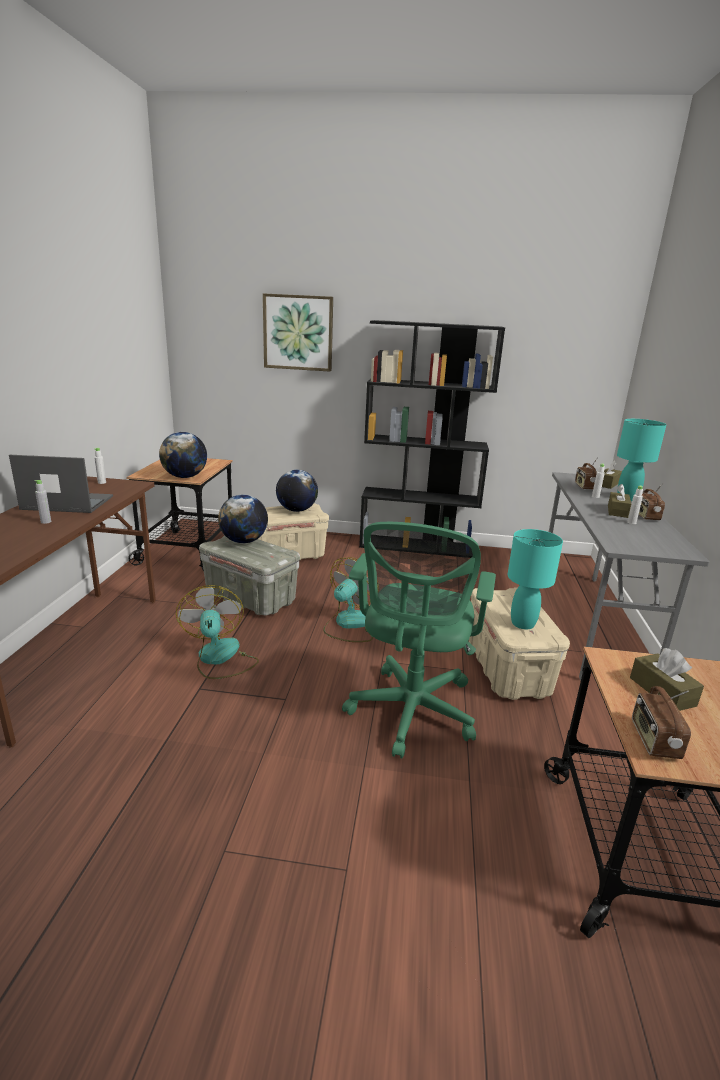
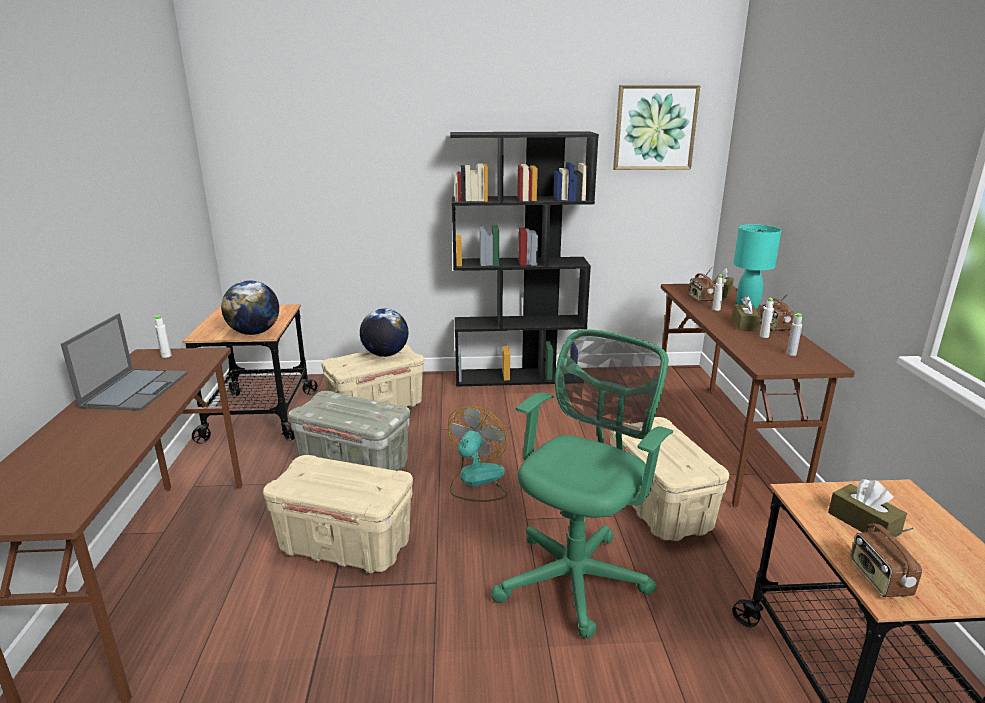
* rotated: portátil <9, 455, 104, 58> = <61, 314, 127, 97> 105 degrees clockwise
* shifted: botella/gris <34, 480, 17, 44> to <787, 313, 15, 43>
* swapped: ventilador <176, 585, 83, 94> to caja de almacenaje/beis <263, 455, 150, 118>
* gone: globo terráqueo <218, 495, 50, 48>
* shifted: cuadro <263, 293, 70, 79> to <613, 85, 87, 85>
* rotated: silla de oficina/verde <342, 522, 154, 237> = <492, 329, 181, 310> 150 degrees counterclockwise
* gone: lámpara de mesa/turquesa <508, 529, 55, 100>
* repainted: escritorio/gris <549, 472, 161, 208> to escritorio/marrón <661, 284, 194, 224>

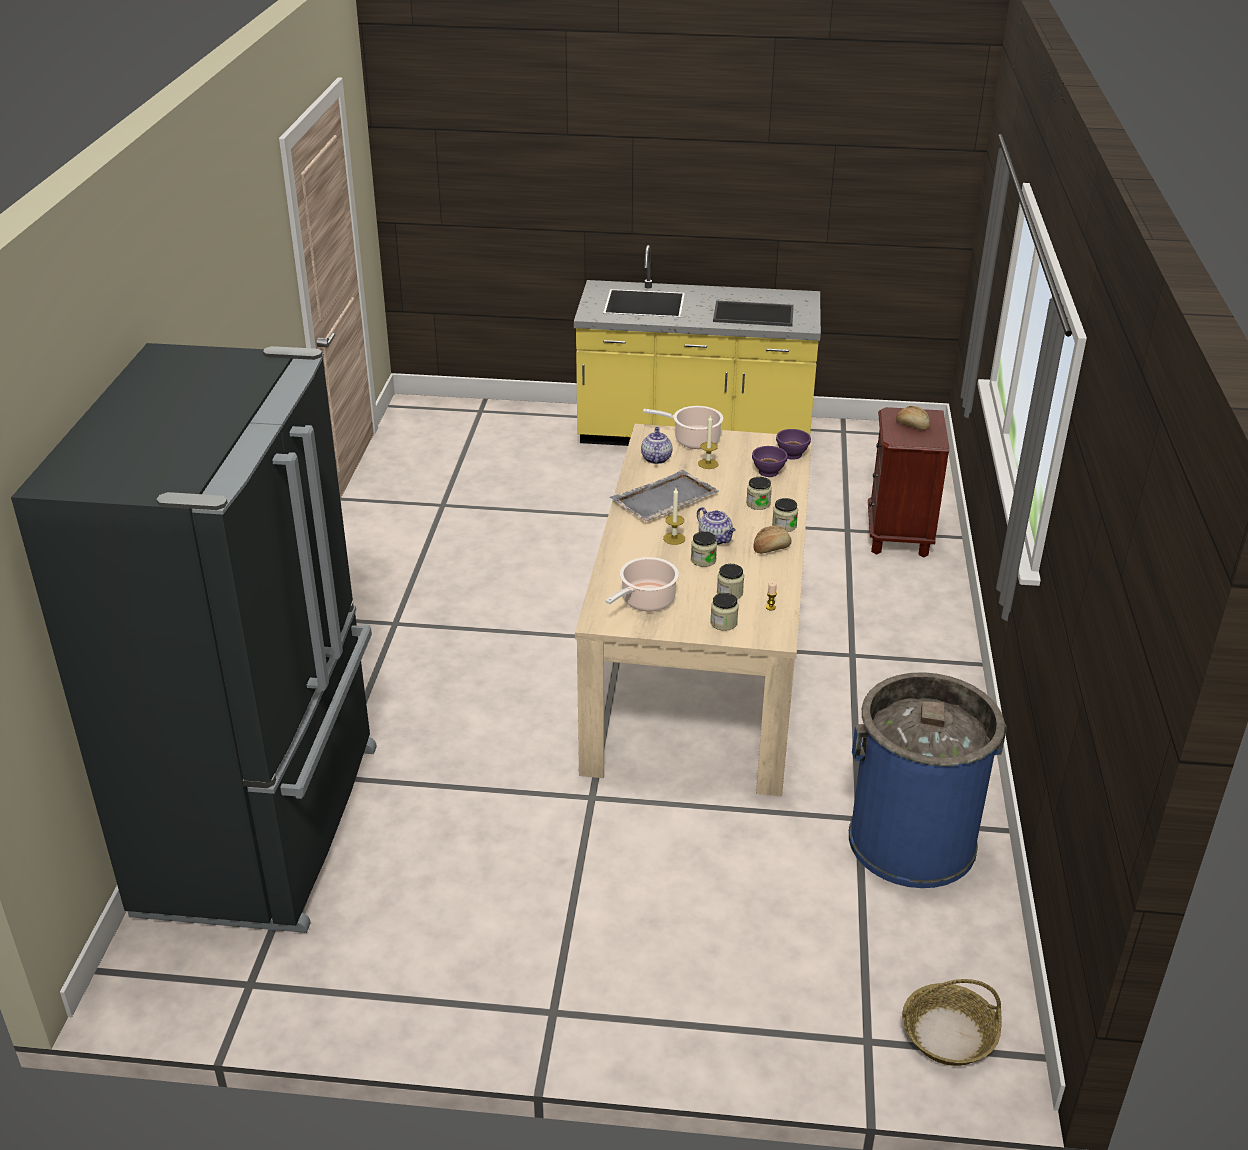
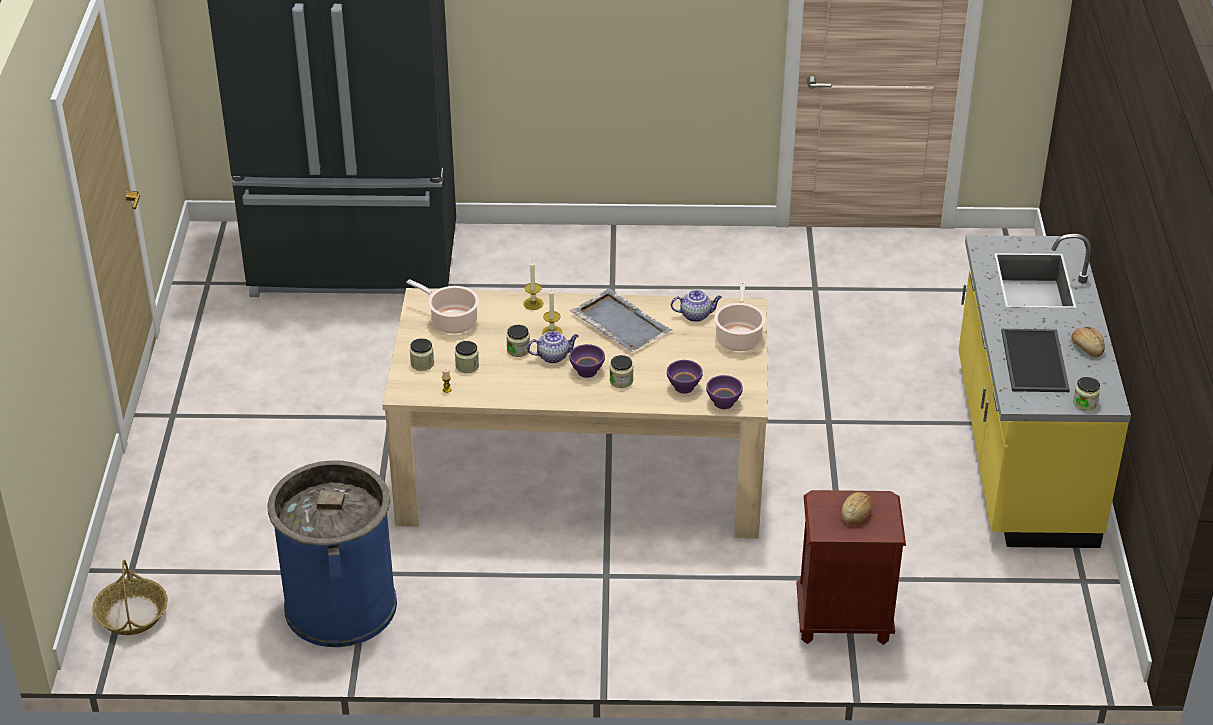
* rotated: tetera <697, 507, 39, 38> = <527, 331, 52, 32> 150 degrees counterclockwise
* shifted: vela <698, 415, 20, 54> to <523, 261, 20, 49>
* shifted: pan <753, 526, 38, 28> to <1071, 327, 34, 30>
* shifted: tarro <772, 498, 26, 34> to <1073, 377, 27, 34>
* new: cuenco/morado <569, 344, 36, 34>

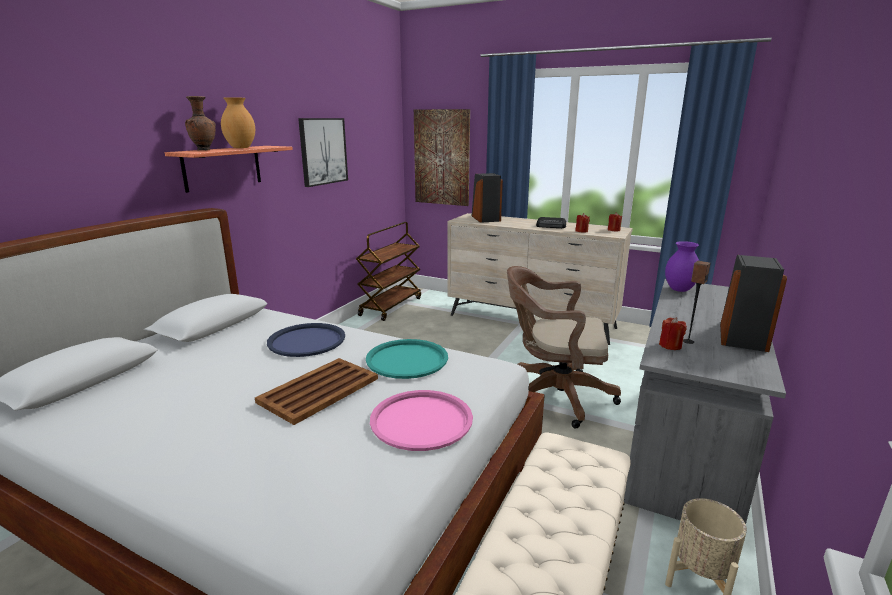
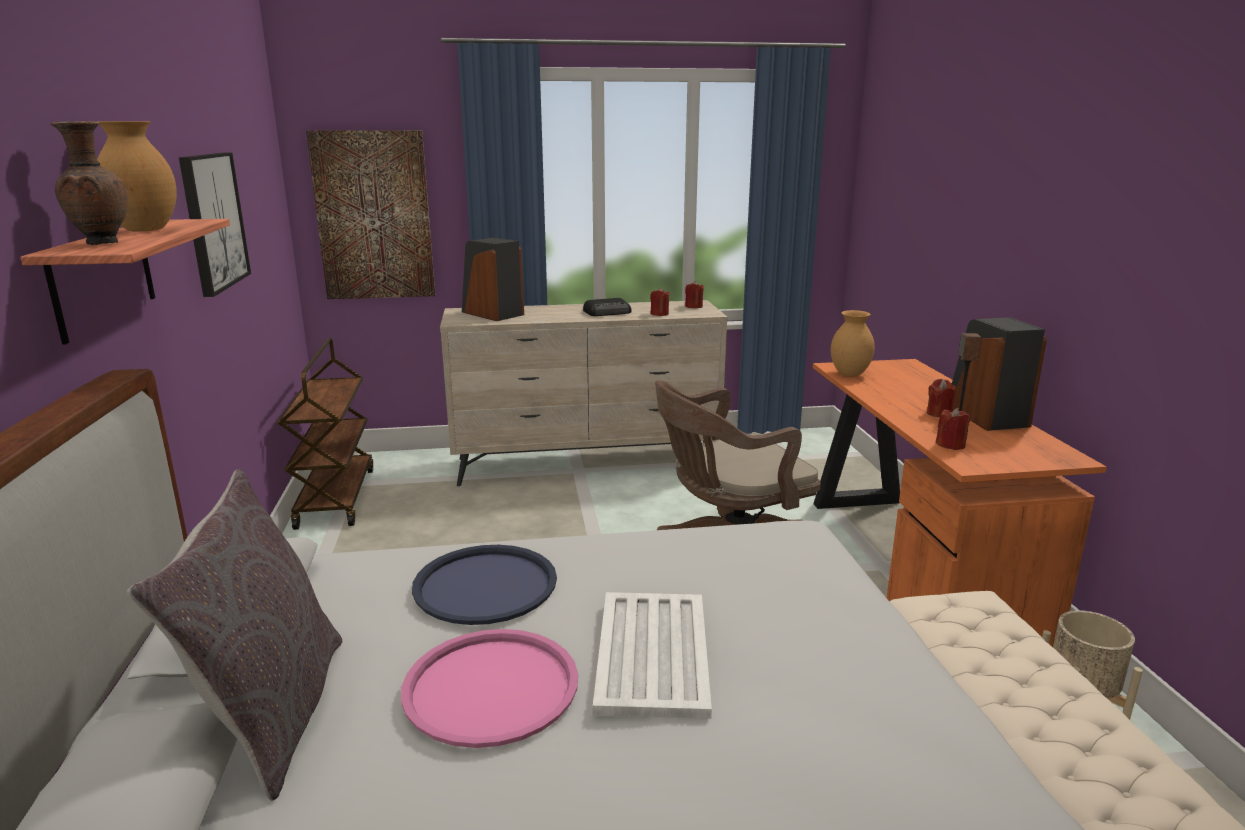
* repainted: bandeja/marrón <255, 358, 123, 67> to bandeja/blanco <593, 592, 119, 127>
* gone: bandeja/turquesa <366, 339, 82, 40>
* shifted: bandeja/rosa <370, 390, 103, 61> to <401, 629, 177, 119>
* repainted: escritorio/gris <624, 279, 162, 245> to escritorio/naranja <813, 359, 294, 288>
* repainted: florero/morado <665, 241, 34, 51> to florero/marrón <831, 310, 44, 67>
* new: cojín/gris <127, 469, 215, 332>
* new: vela/rojo <927, 379, 29, 38>

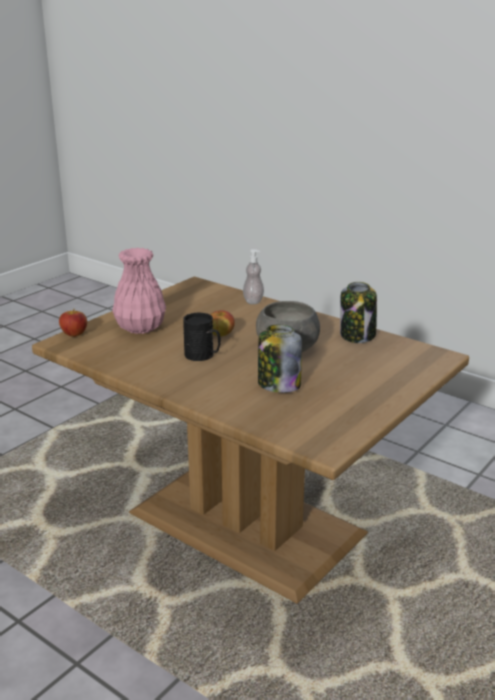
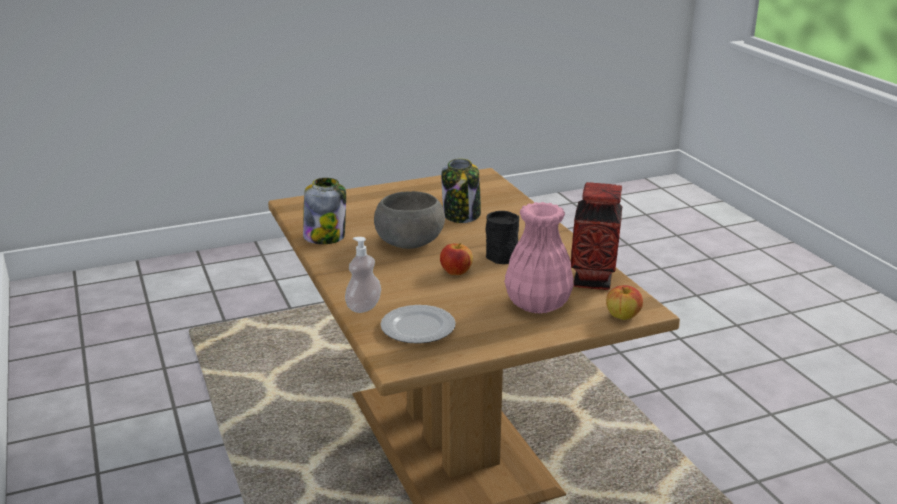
* new: plato <380, 305, 76, 39>
* new: florero <571, 182, 51, 108>

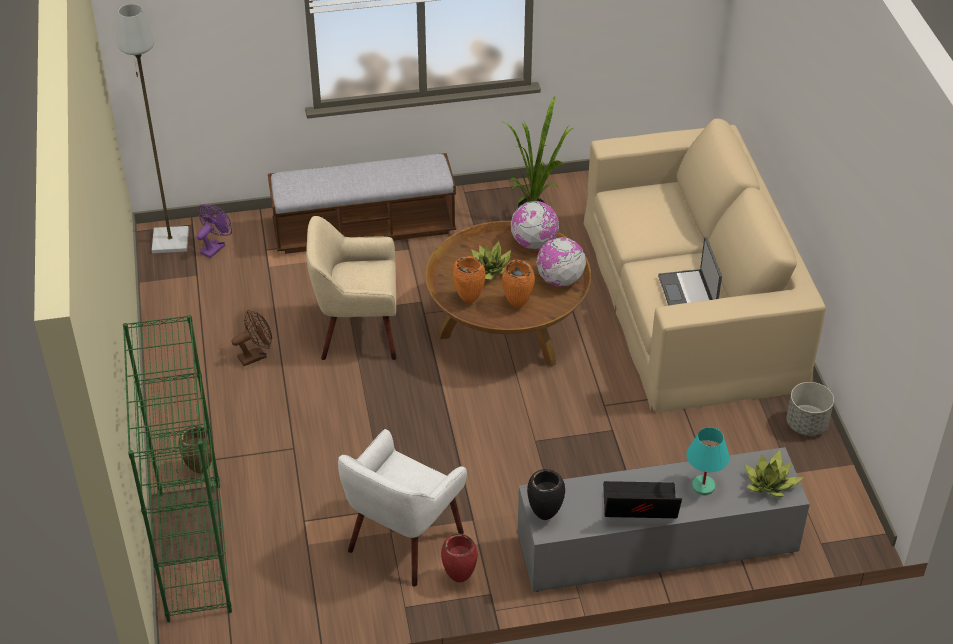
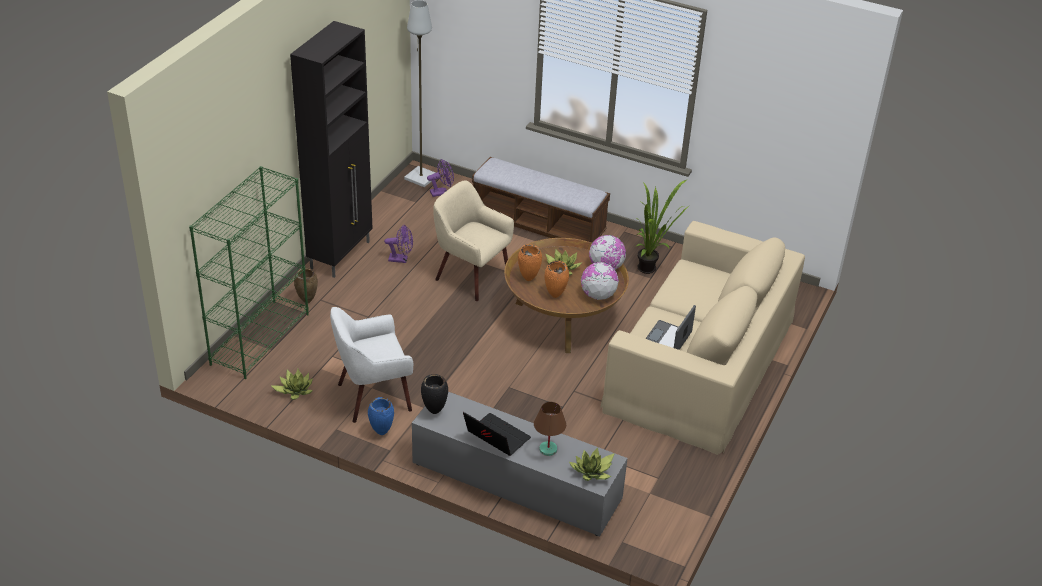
* repainted: ventilador/marrón <231, 310, 41, 56> to ventilador/morado <384, 225, 29, 38>
* repainted: florero/rojo <441, 534, 36, 49> to florero/azul <368, 397, 26, 38>
* repainted: lámpara de mesa/turquesa <686, 427, 44, 68> to lámpara de mesa/marrón <534, 402, 32, 54>
* gone: maceta/gris <786, 382, 48, 54>
* new: planta en maceta <270, 369, 43, 31>
* new: armario/negro <290, 21, 83, 257>

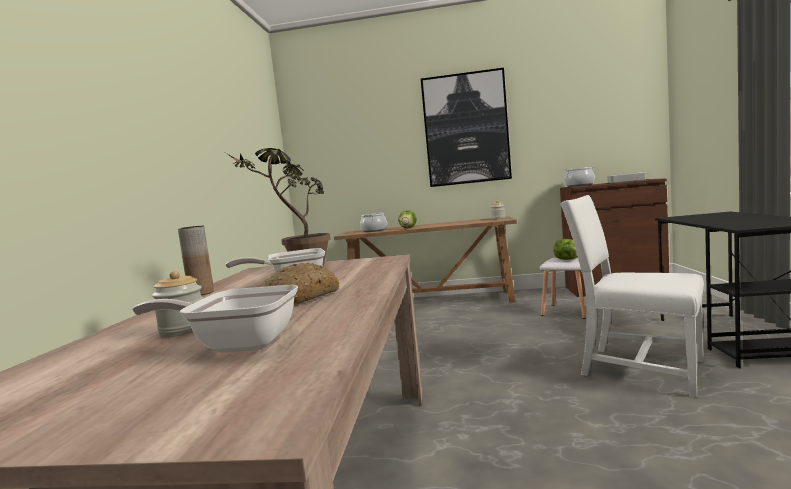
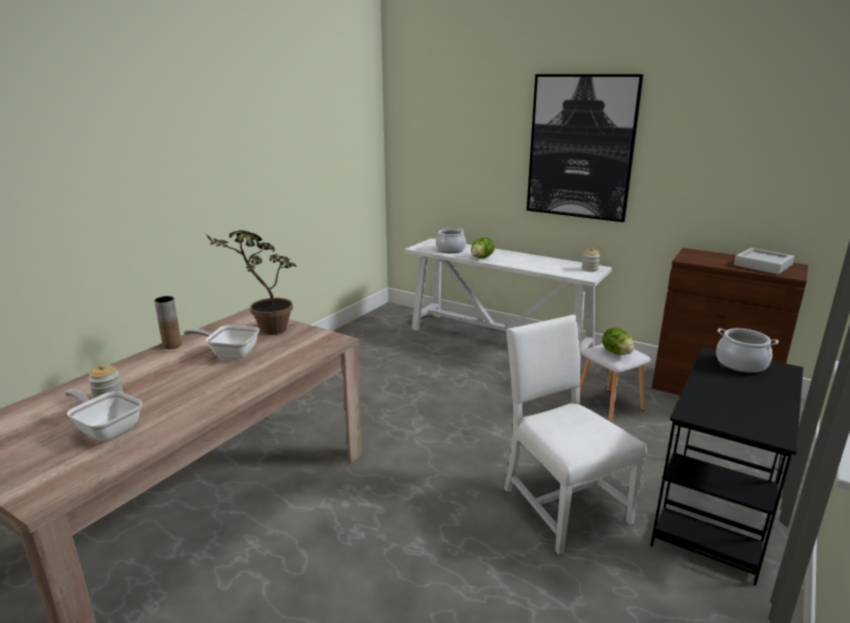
* gone: pan <263, 263, 76, 41>
* repainted: mesa consola/marrón <334, 216, 183, 87> to mesa consola/blanco <405, 238, 207, 123>
* shifted: olla <563, 166, 32, 21> to <716, 328, 63, 45>

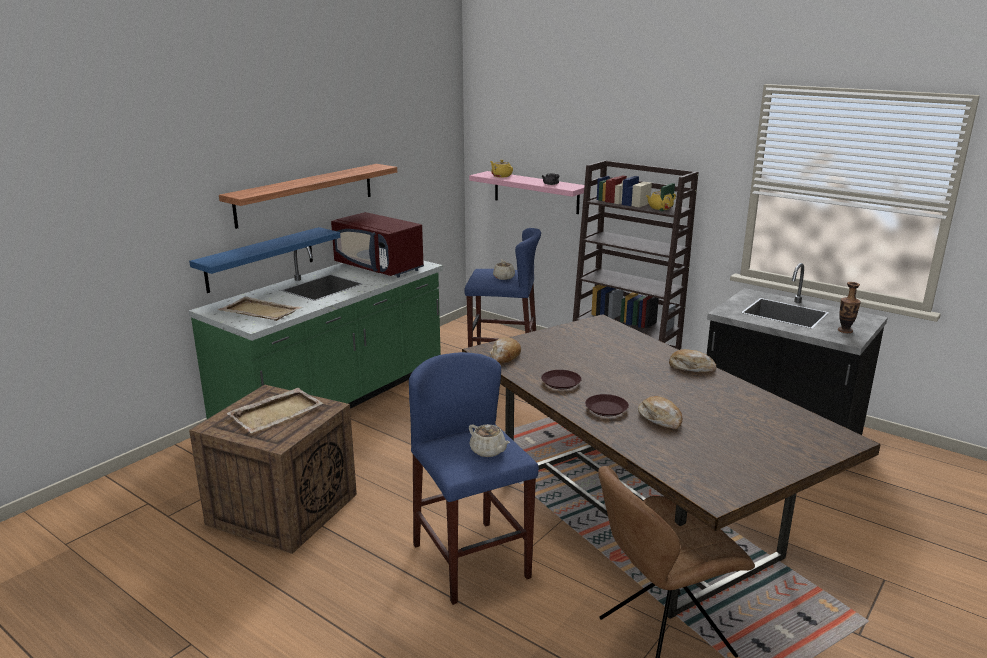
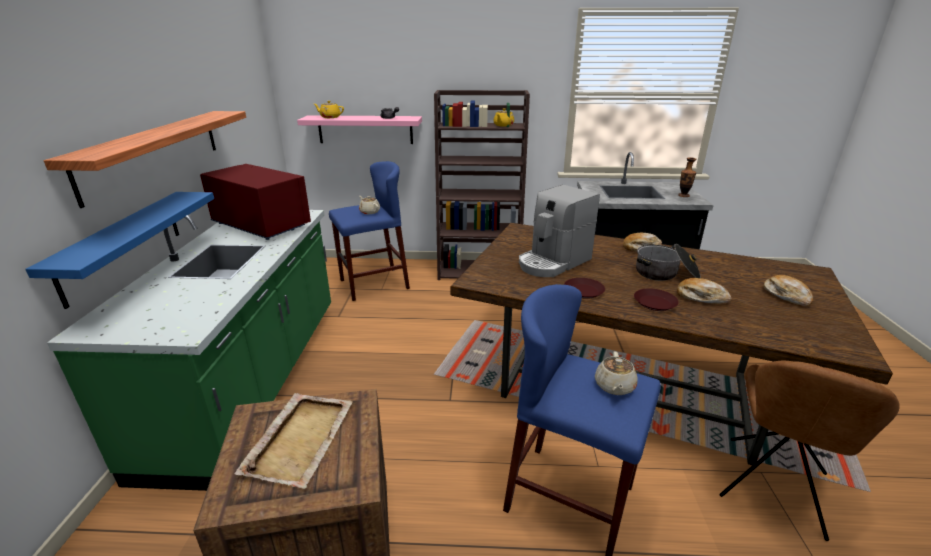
* gone: bandeja/beis <217, 297, 84, 24>
* rotated: microondas/rojo <331, 212, 93, 65> = <200, 164, 111, 76> 150 degrees counterclockwise
* rotated: tetera/beis <469, 424, 41, 33> = <595, 351, 43, 44> 90 degrees clockwise
* shifted: pan <490, 337, 31, 27> to <763, 275, 50, 32>
* new: cafetera <519, 185, 81, 92>
* new: olla <636, 244, 65, 37>

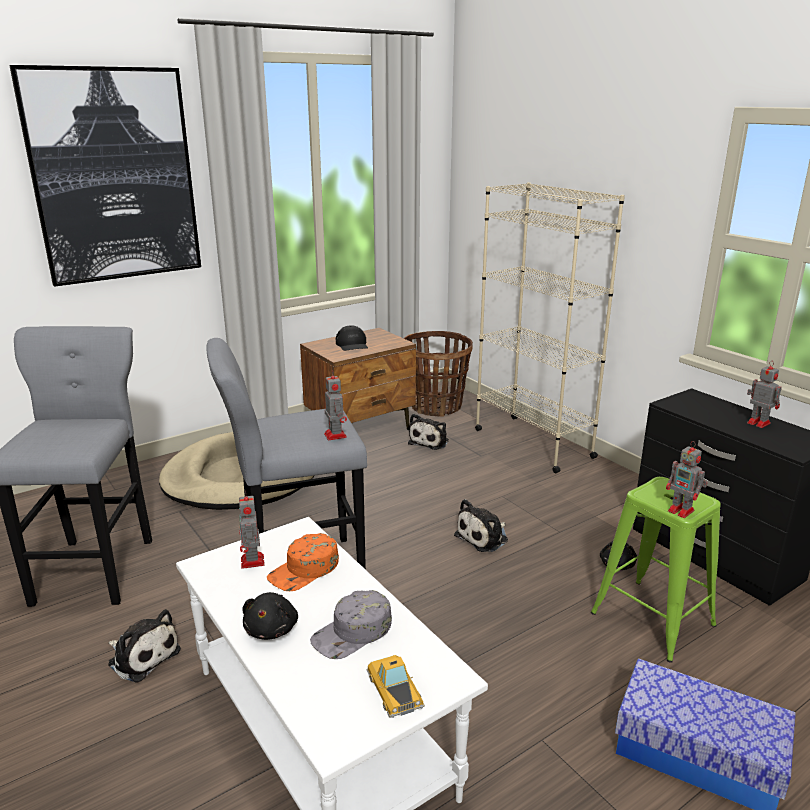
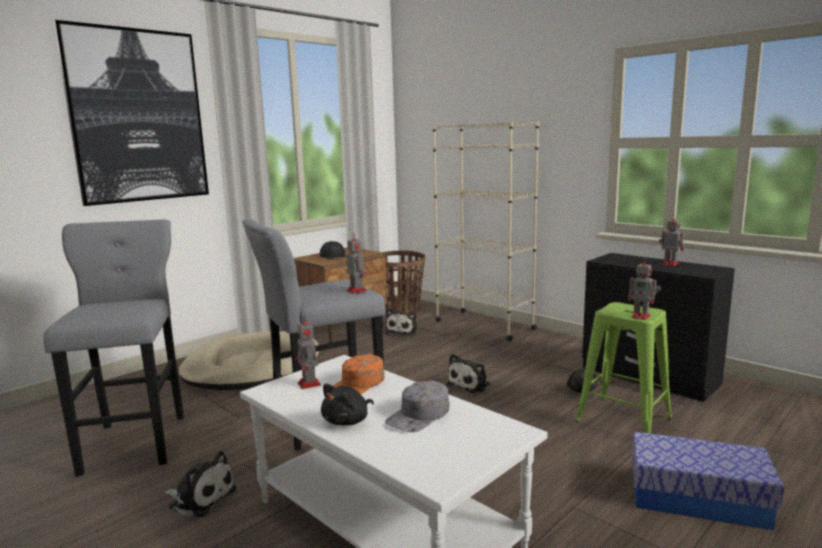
* rotated: peluche/negro <242, 592, 56, 48> = <321, 384, 53, 42> 45 degrees clockwise
* gone: coche de juguete <366, 655, 59, 63>

